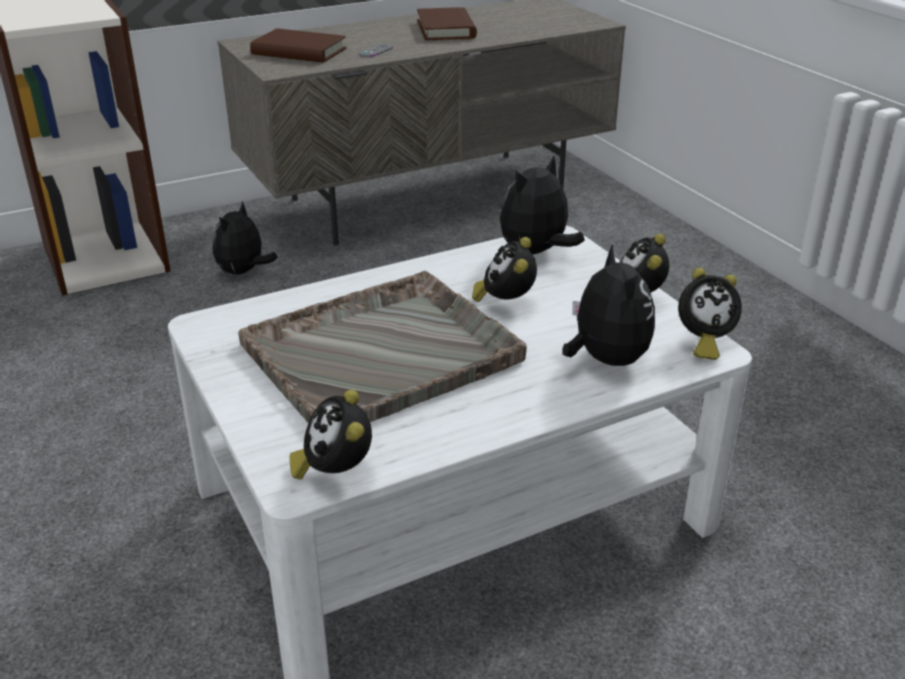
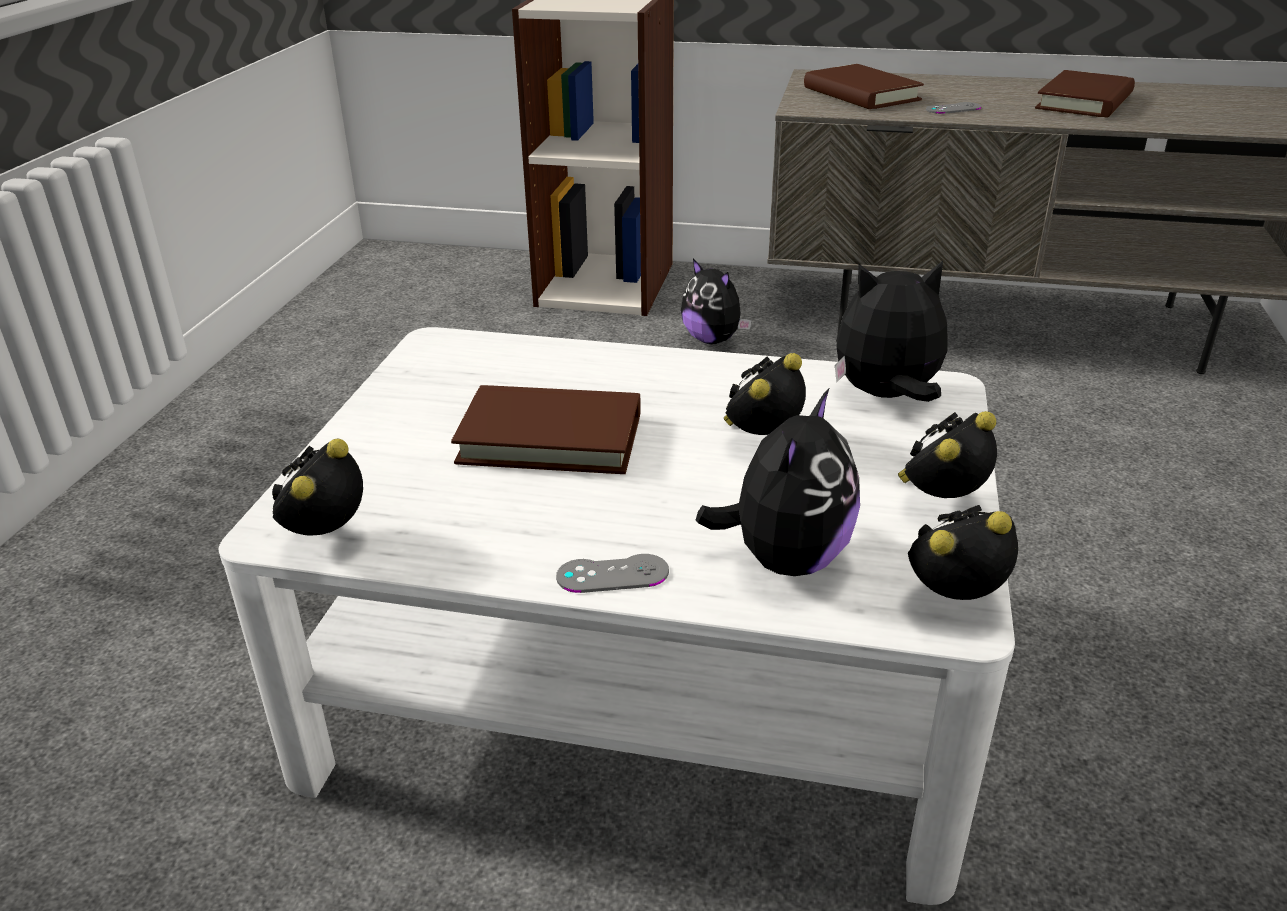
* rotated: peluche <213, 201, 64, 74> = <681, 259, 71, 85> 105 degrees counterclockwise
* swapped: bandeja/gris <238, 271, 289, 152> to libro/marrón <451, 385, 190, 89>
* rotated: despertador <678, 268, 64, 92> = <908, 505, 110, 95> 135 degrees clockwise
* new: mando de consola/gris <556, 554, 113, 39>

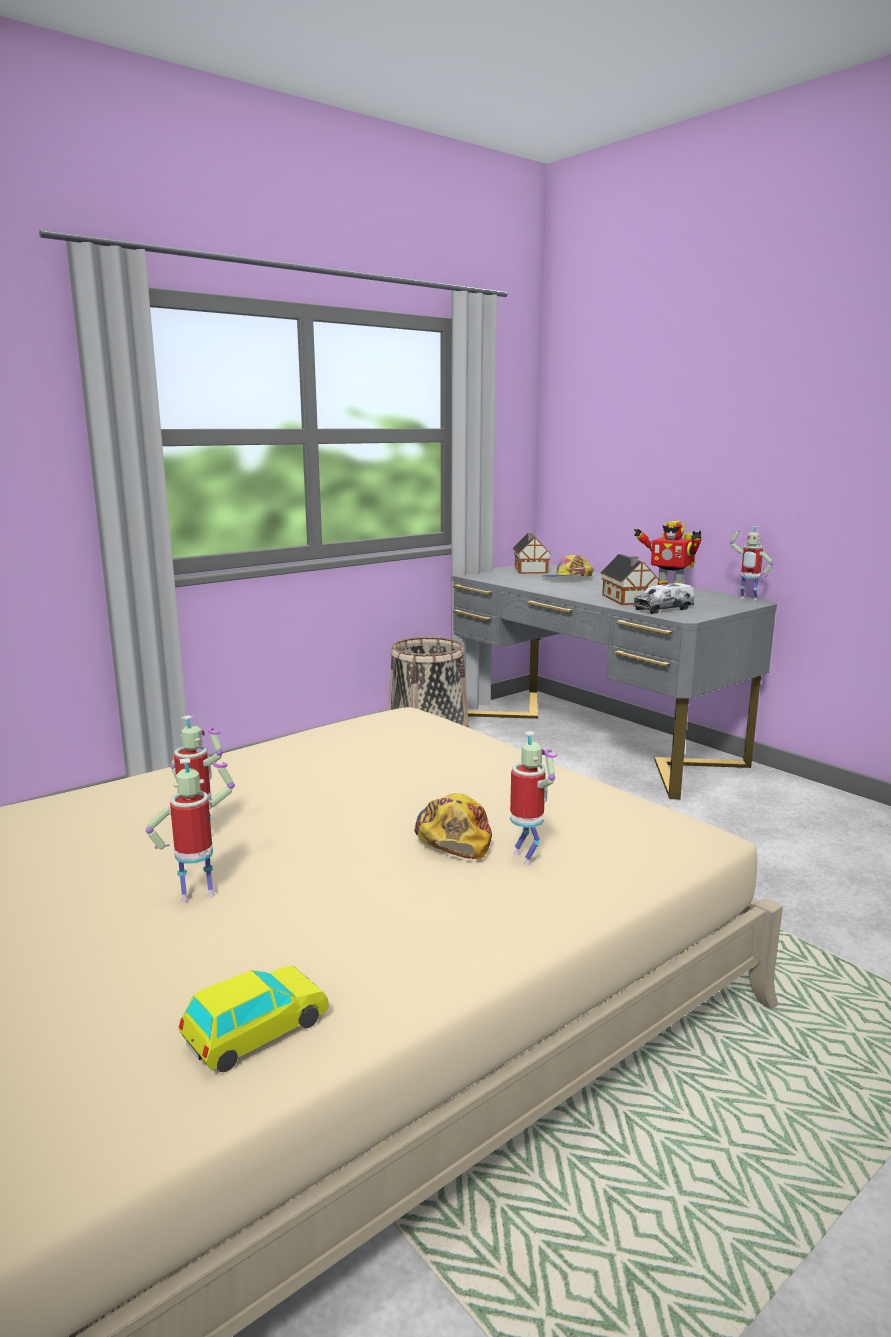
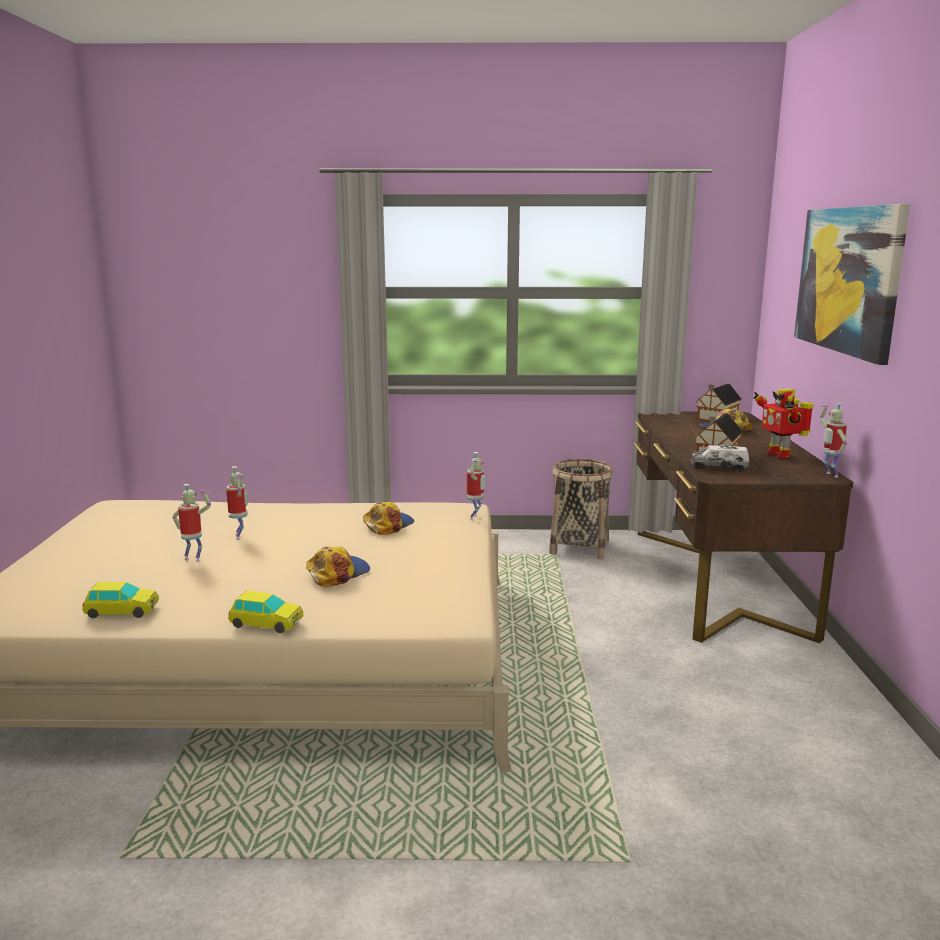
* repainted: escritorio/gris <450, 564, 327, 236> to escritorio/marrón <634, 412, 219, 231>
* shifted: robot de juguete <510, 731, 48, 135> to <467, 452, 20, 68>
* new: coche de juguete <228, 591, 75, 42>
* new: gorra <363, 502, 51, 33>
* new: cuadro <794, 204, 116, 161>

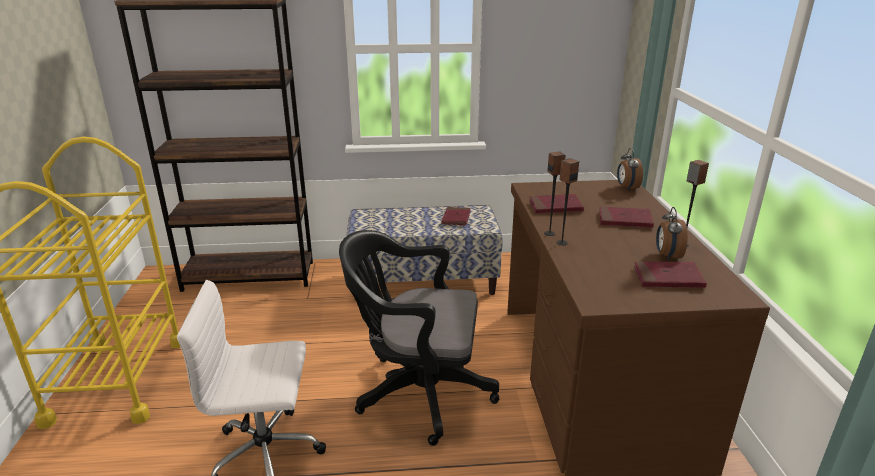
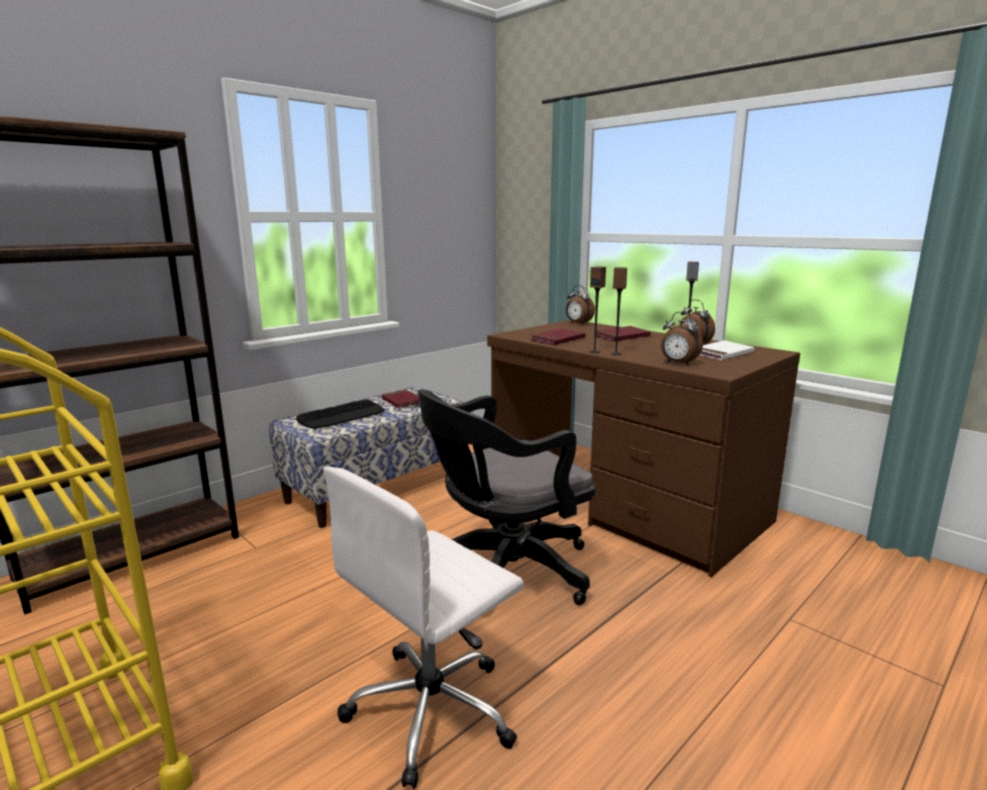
* repainted: libro/rojo <634, 261, 73, 27> to libro/blanco <700, 340, 54, 20>
* new: teclado <296, 400, 89, 29>
* new: despertador <661, 312, 42, 54>

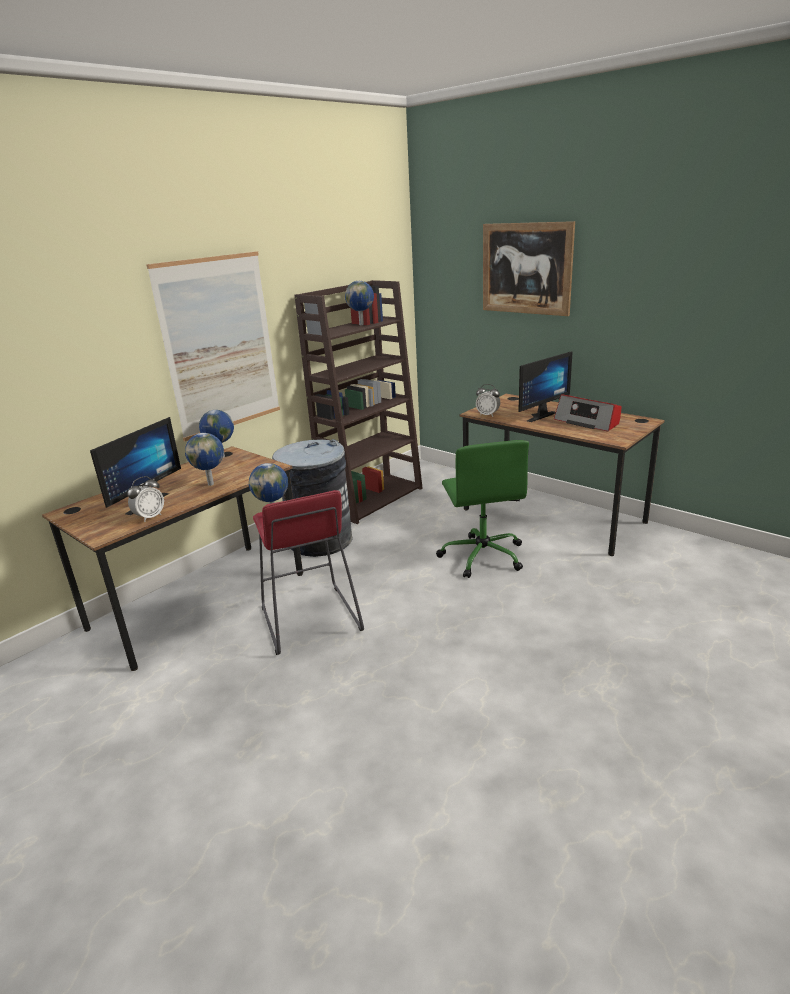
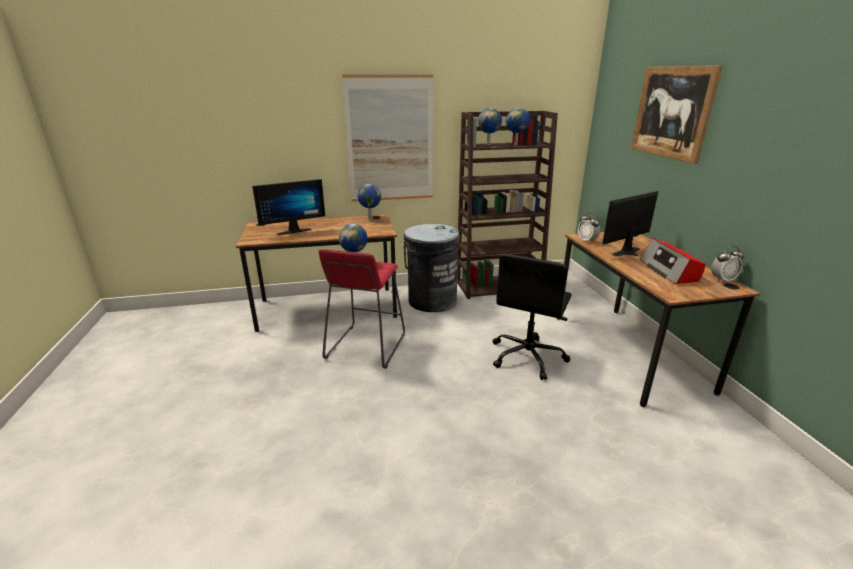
* shifted: despertador <127, 476, 37, 46> to <711, 246, 33, 37>
* shifted: globo terráqueo <185, 433, 39, 53> to <478, 108, 24, 37>
* repainted: silla de oficina/verde <436, 440, 93, 138> to silla de oficina/negro <493, 254, 79, 126>
* rotated: monitor <518, 351, 55, 71> = <602, 191, 56, 65> 150 degrees clockwise

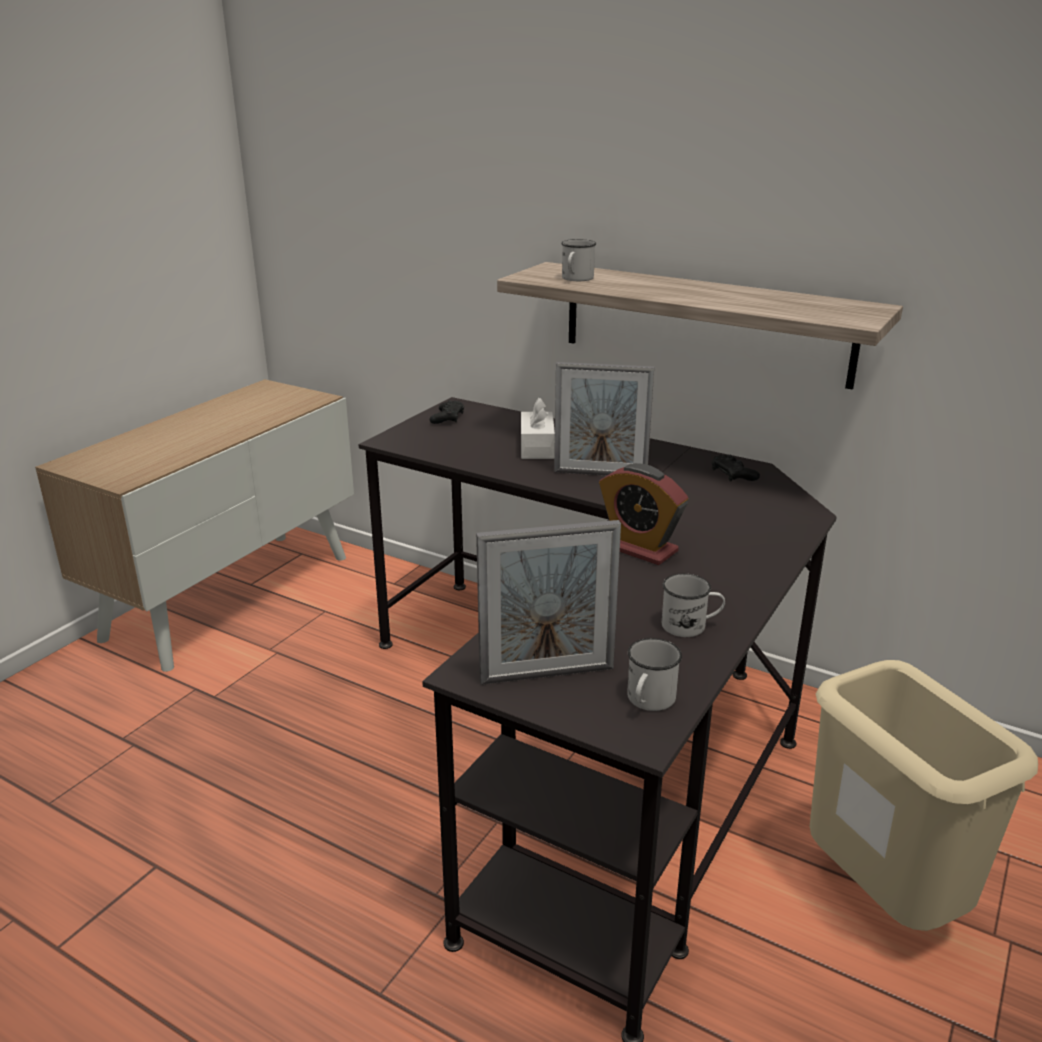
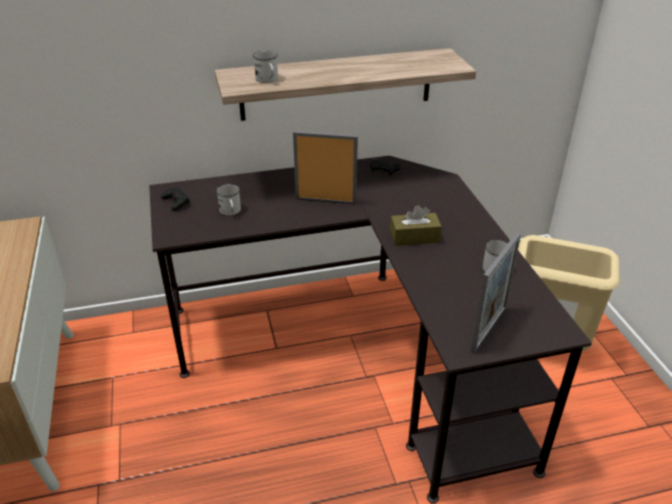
* gone: caja de pañuelos/blanco <521, 397, 34, 62>
* rotated: portarretratos <554, 362, 100, 114> = <293, 131, 65, 74> 135 degrees counterclockwise
* swapped: despertador <599, 463, 89, 102> to caja de pañuelos/marrón <390, 205, 52, 41>
* shifted: taza grande/blanco <627, 638, 55, 73> to <216, 184, 25, 32>

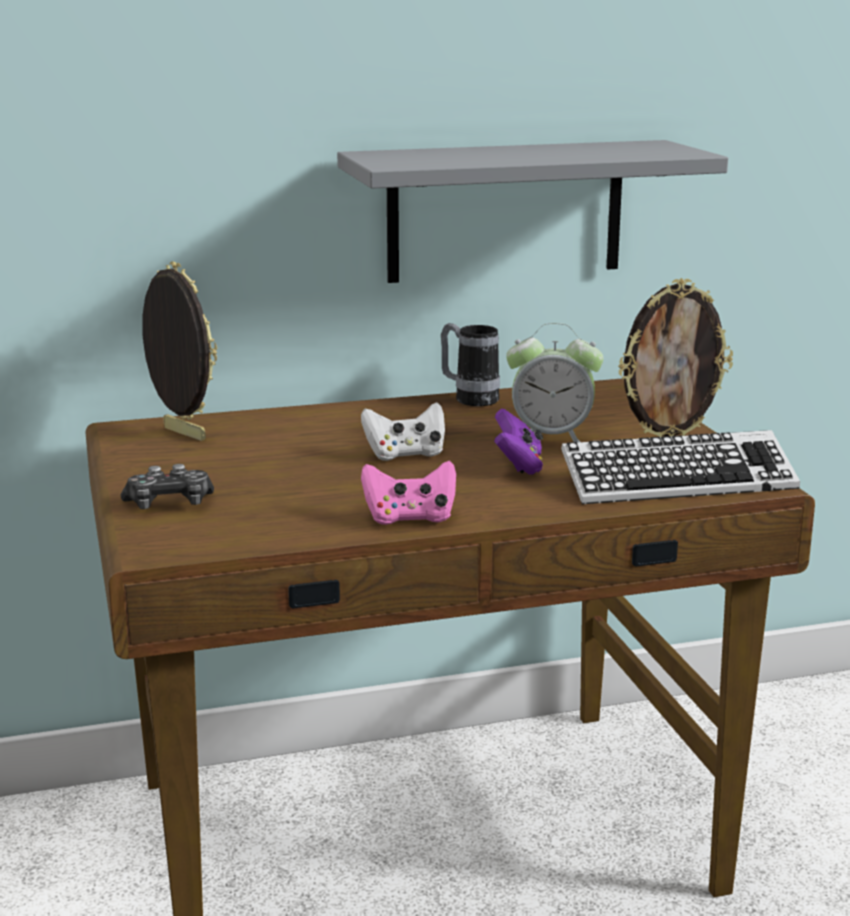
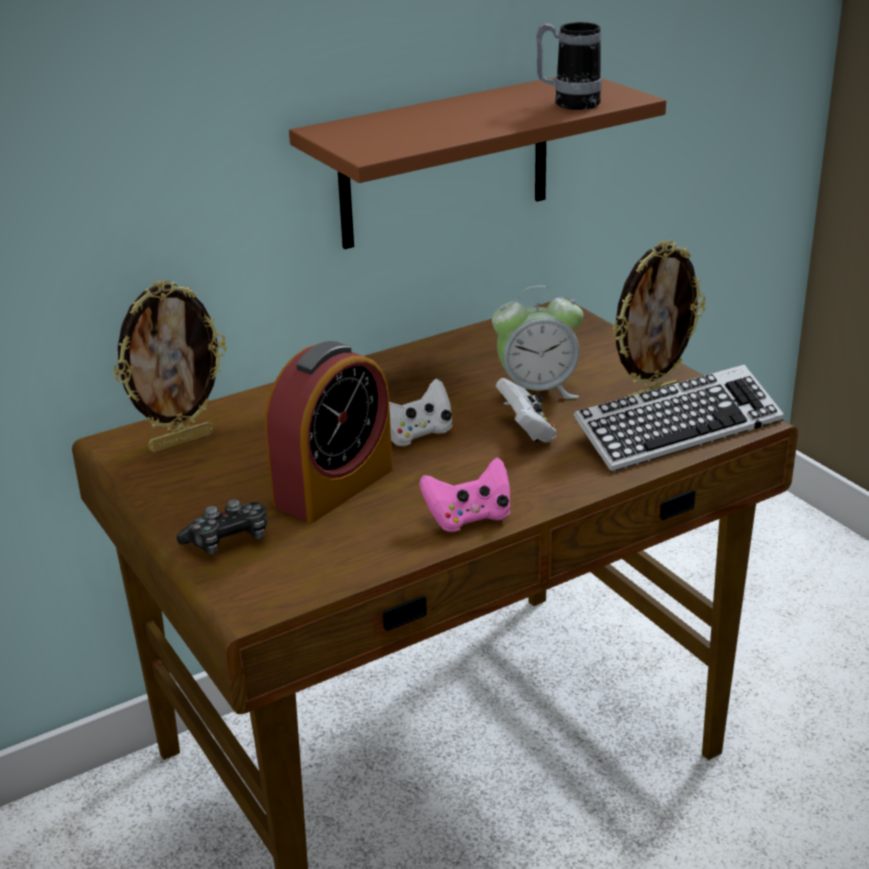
* rotated: portarretratos <142, 261, 75, 180> = <114, 280, 113, 172> 120 degrees clockwise
* repainted: estante/gris <337, 140, 391, 143> to estante/marrón <289, 77, 377, 172>
* shifted: taza grande <441, 323, 59, 83> to <536, 22, 66, 88>
* repainted: mando de consola/morado <494, 409, 49, 66> to mando de consola/blanco <496, 378, 61, 65>
* new: despertador <265, 341, 128, 182>

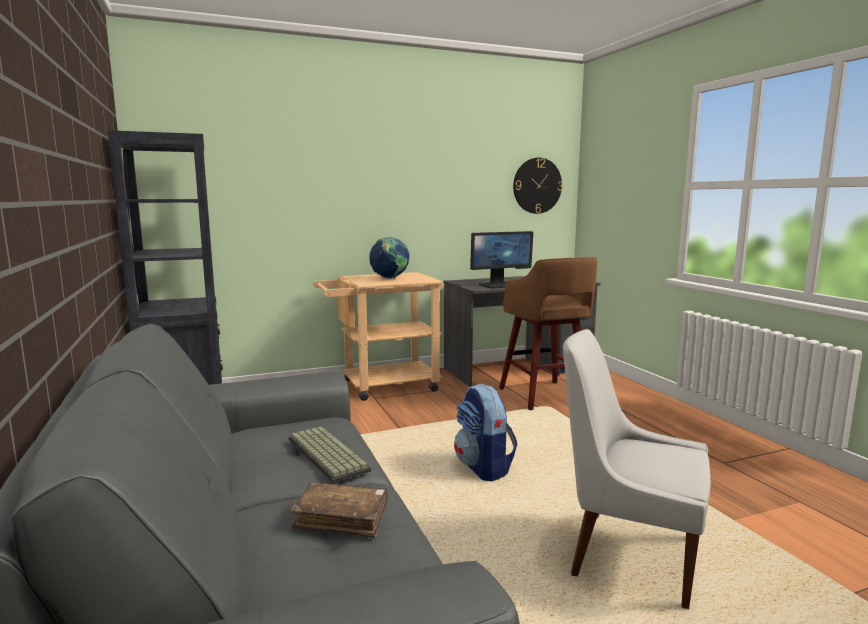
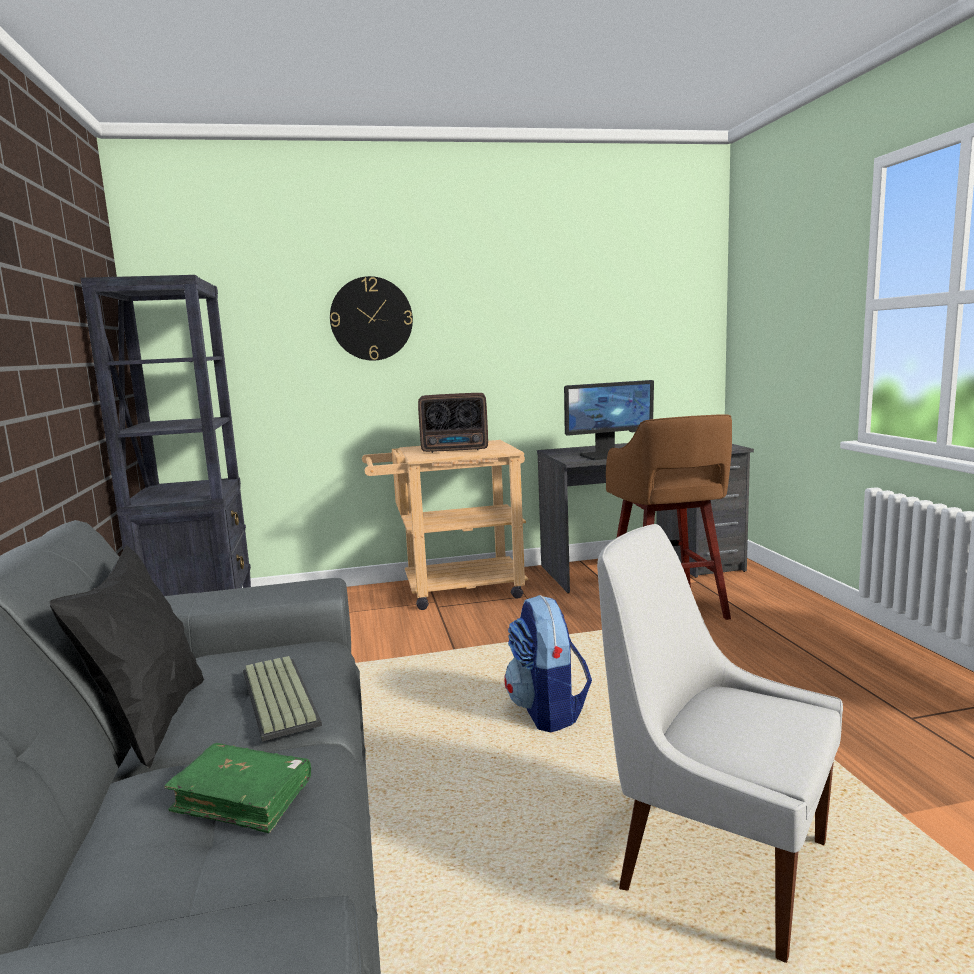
* repainted: libro/marrón <291, 482, 97, 56> to libro/verde <164, 743, 147, 90>
* swapped: globo terráqueo <369, 237, 41, 42> to radio <418, 393, 70, 60>
* shifted: reloj de pared <513, 158, 50, 56> to <330, 276, 83, 85>
* new: cojín/negro <50, 545, 154, 223>

